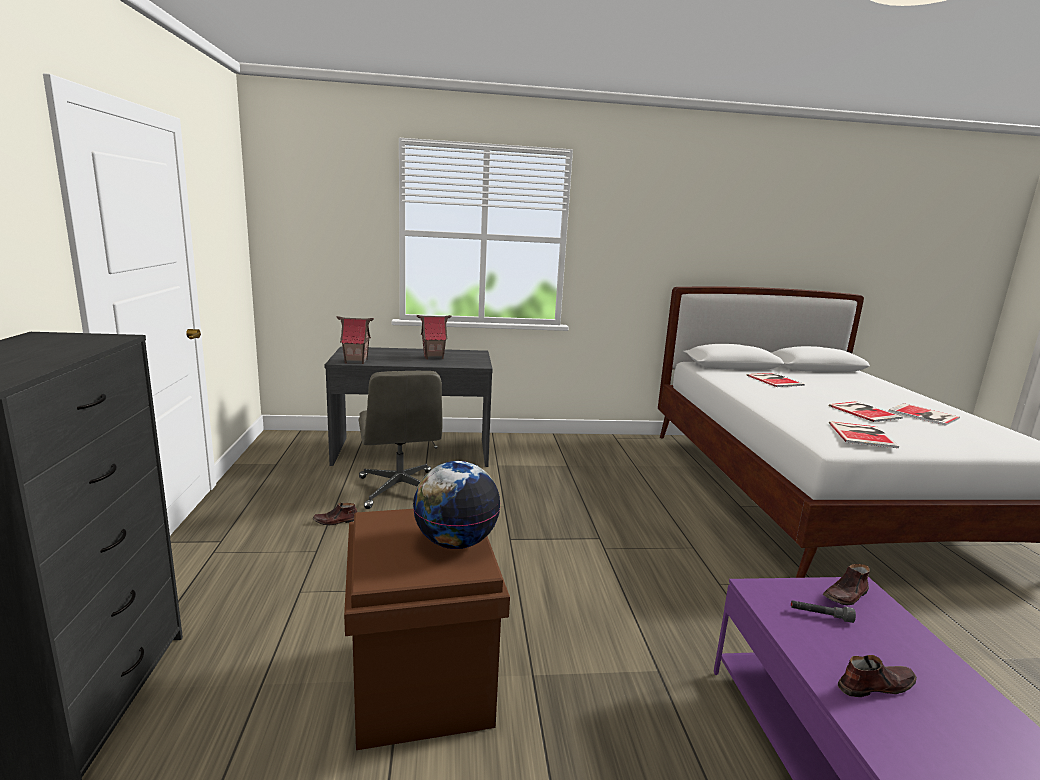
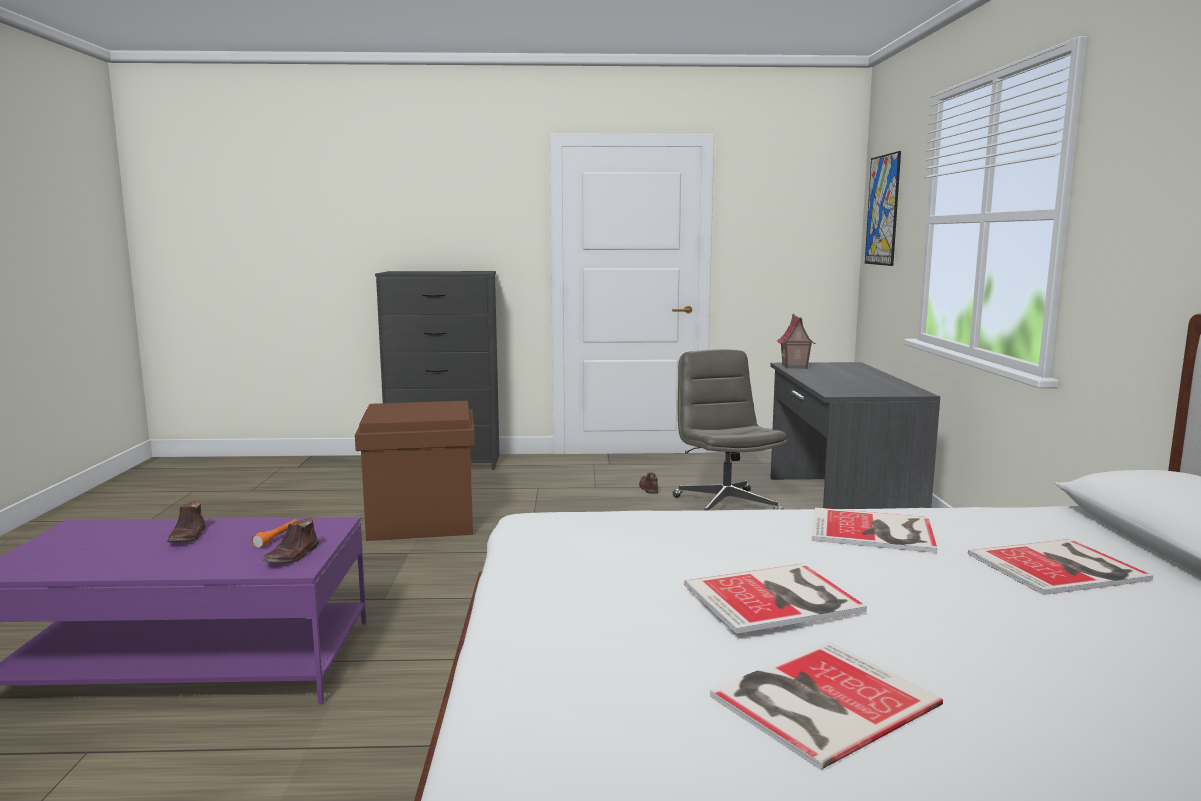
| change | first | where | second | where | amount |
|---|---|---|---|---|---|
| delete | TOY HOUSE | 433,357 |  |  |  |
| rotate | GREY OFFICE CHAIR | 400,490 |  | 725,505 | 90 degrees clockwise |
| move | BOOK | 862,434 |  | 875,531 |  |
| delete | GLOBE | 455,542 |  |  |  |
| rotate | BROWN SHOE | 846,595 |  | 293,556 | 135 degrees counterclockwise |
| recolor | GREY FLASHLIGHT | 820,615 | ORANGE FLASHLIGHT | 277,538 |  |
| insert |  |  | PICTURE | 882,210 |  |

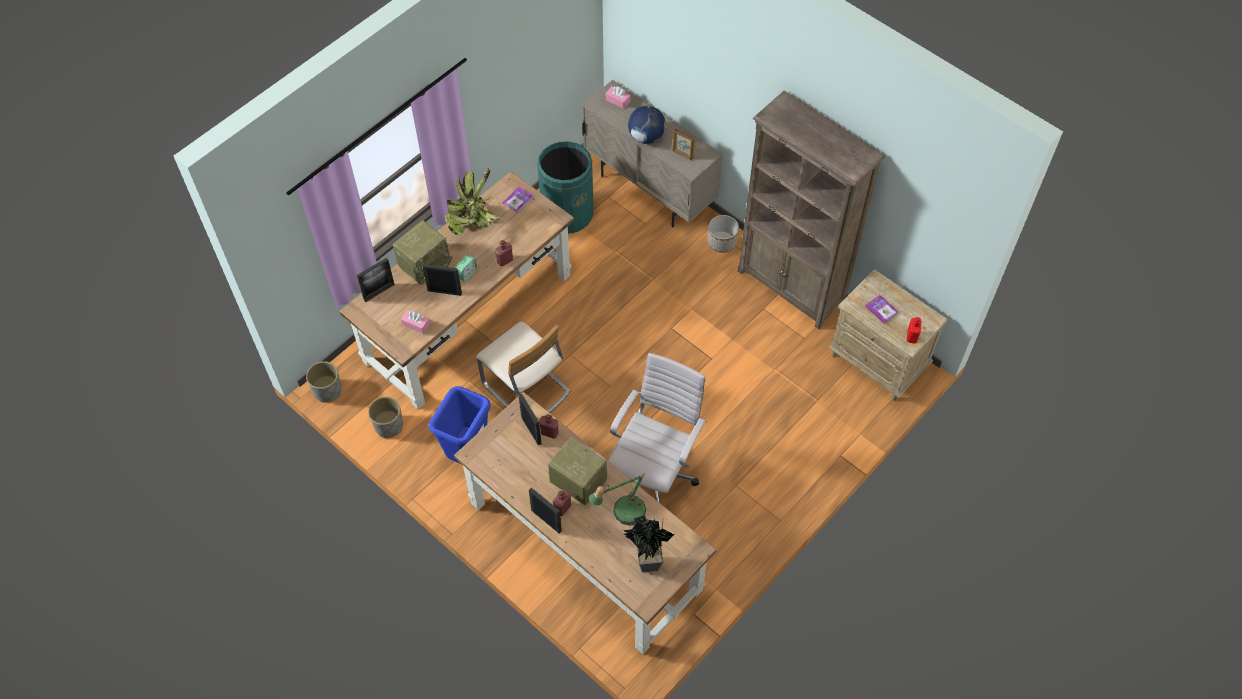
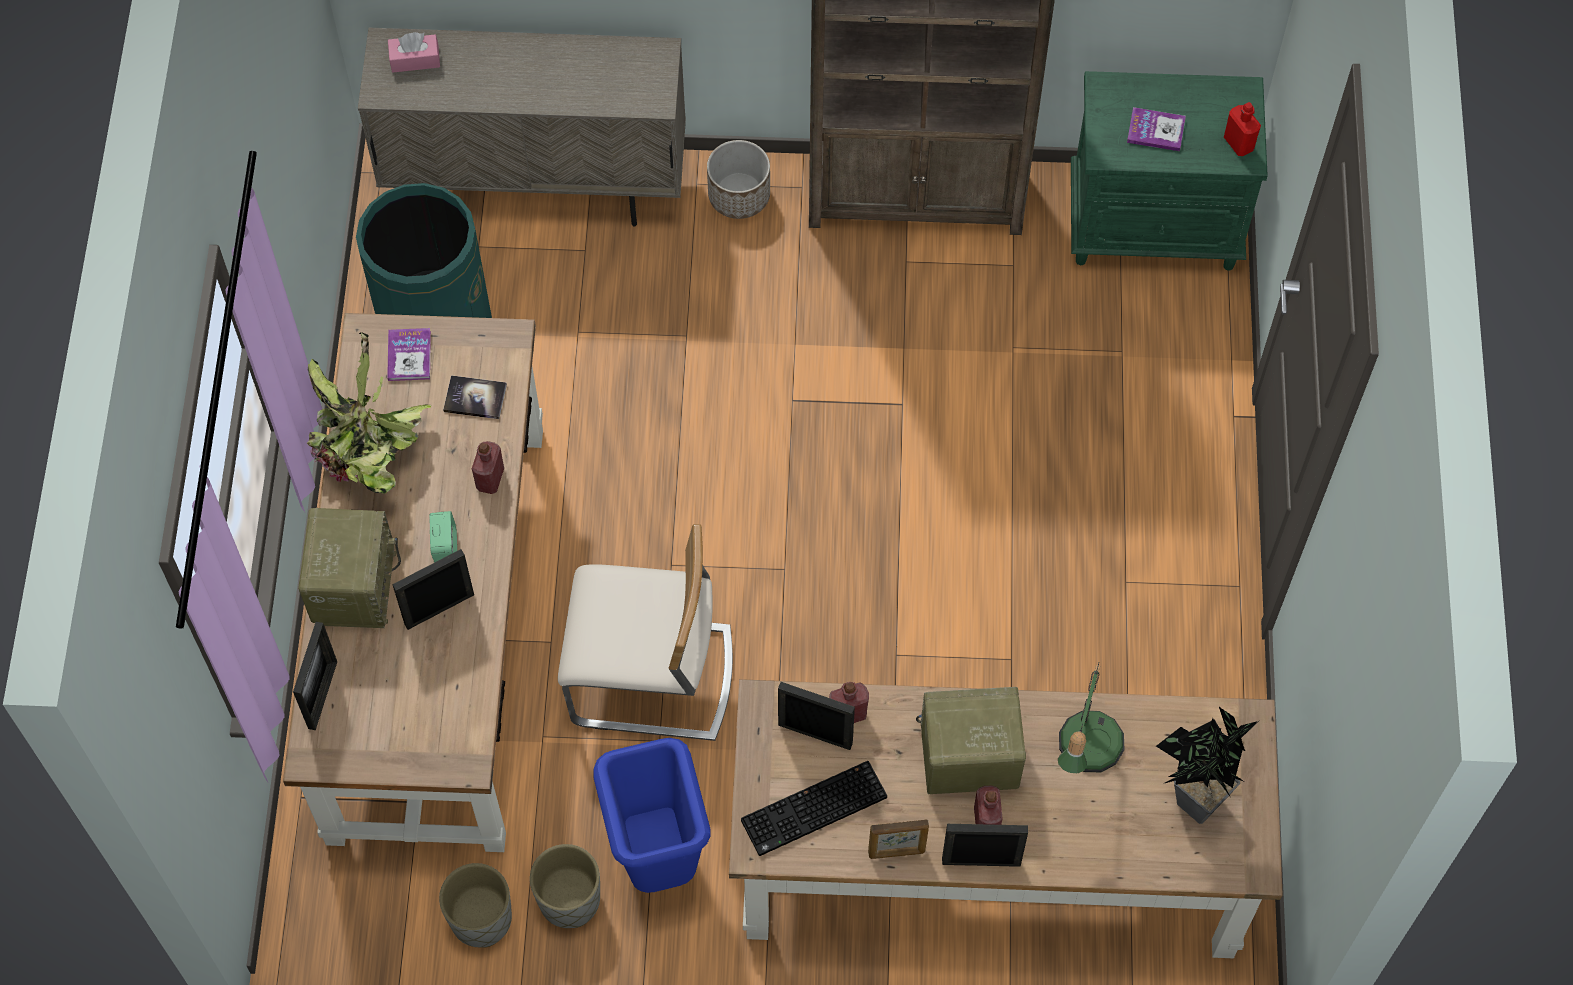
| change | first | where | second | where | amount |
|---|---|---|---|---|---|
| delete | GLOBE | 646,137 |  |  |  |
| move | PICTURE FRAME | 682,154 |  | 897,852 |  |
| recolor | BEIGE NIGHTSTAND | 878,362 | GREEN NIGHTSTAND | 1155,224 |  |
| delete | PINK TISSUE BOX | 416,324 |  |  |  |
| delete | WHITE OFFICE CHAIR | 654,474 |  |  |  |
| move | GREY PLANTER | 327,391 |  | 569,900 |  |
| insert |  |  | BOOK | 475,398 |  |
| insert |  |  | KEYBOARD | 813,812 |  |

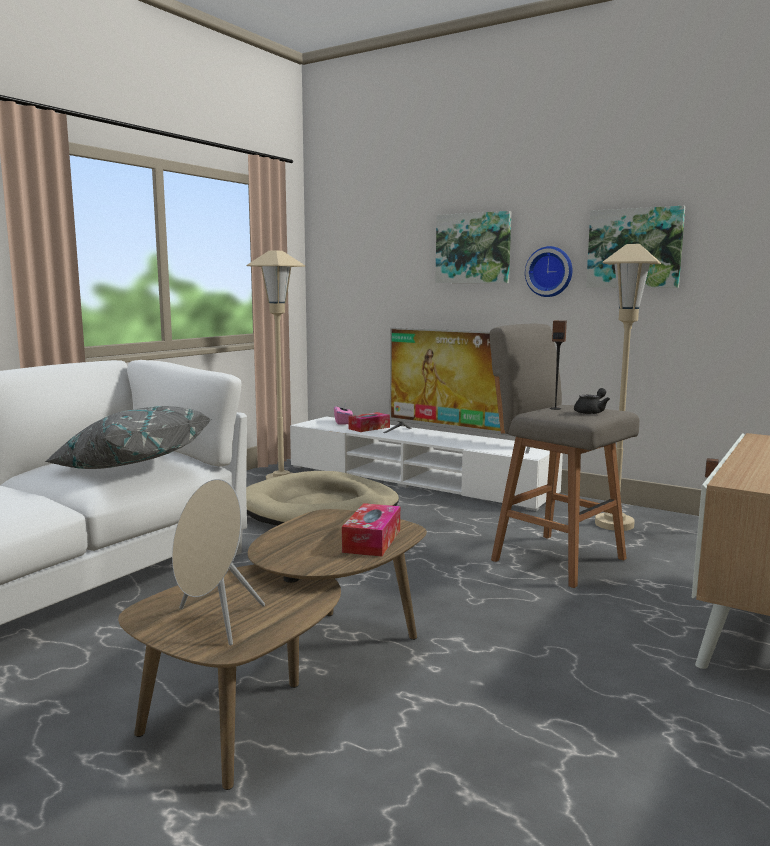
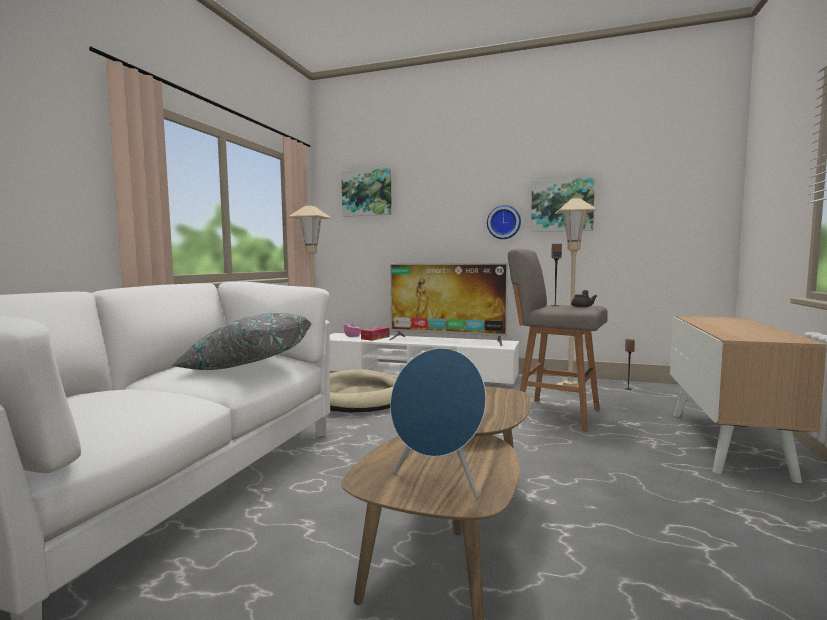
| change | first | where | second | where | amount |
|---|---|---|---|---|---|
| move | PICTURE | 473,248 |  | 367,193 |  |
| recolor | BEIGE SPEAKER | 215,623 | BLUE SPEAKER | 439,481 |  |
| delete | TISSUE BOX | 372,540 |  |  |  |

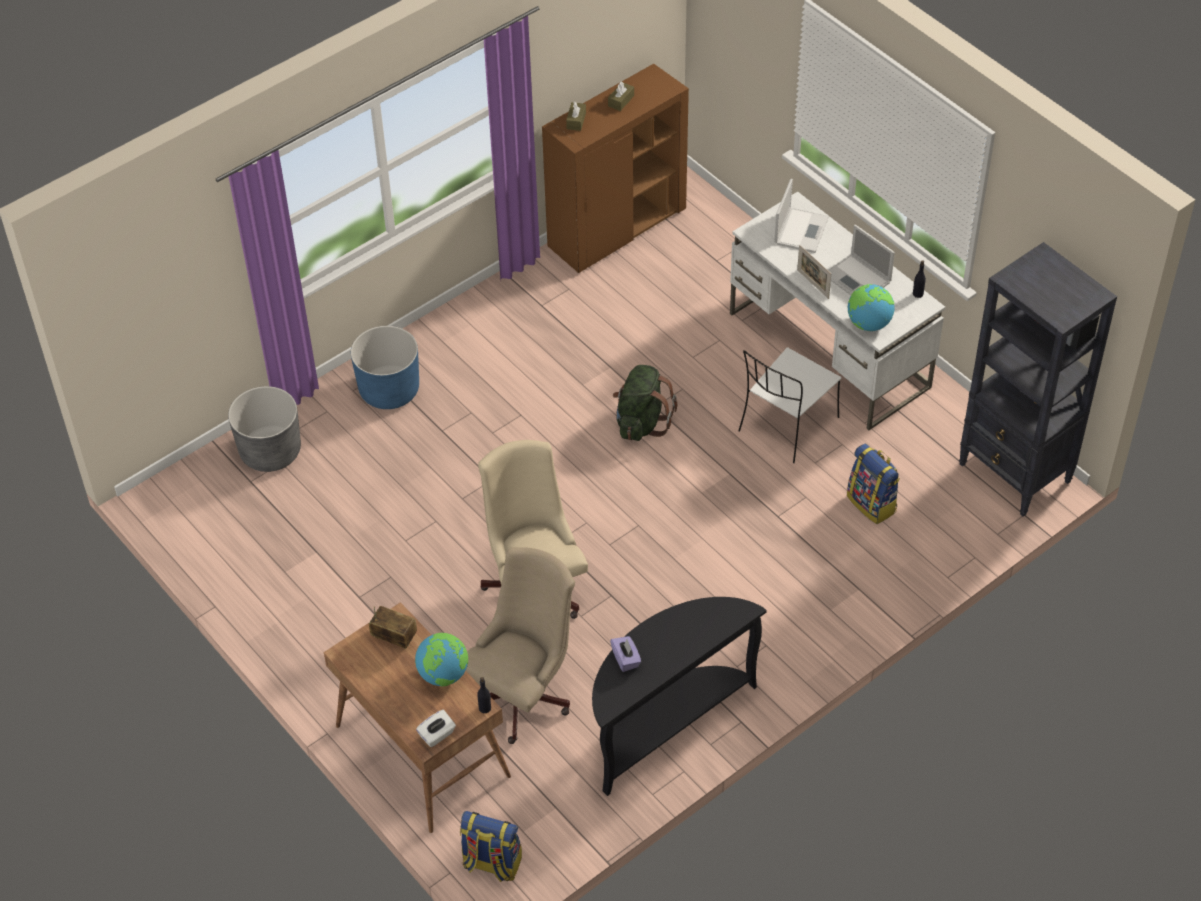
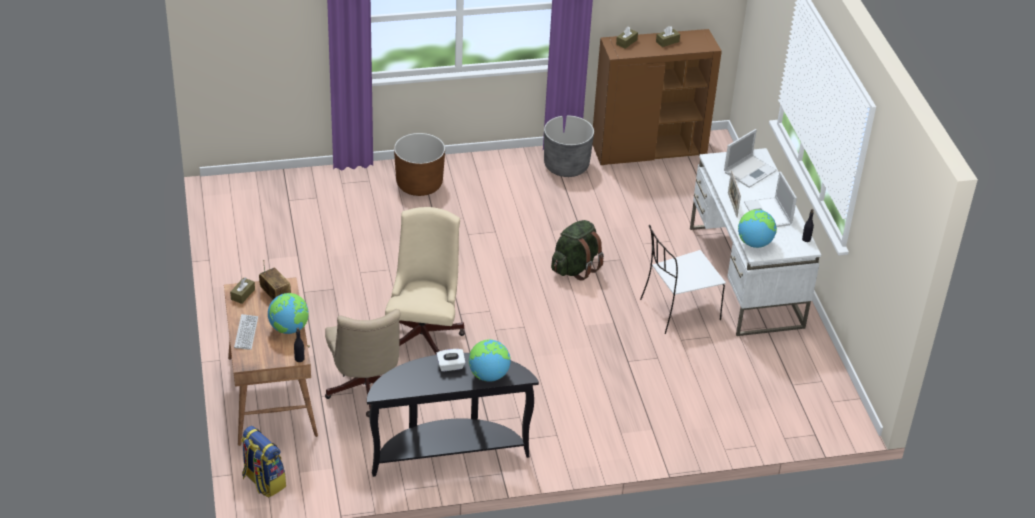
| change | first | where | second | where | amount |
|---|---|---|---|---|---|
| delete | BLACK BOOKCASE | 1015,474 |  |  |  |
| recolor | BLUE PLANTER | 389,390 | BROWN PLANTER | 419,184 |  |
| move | GREY PLANTER | 270,451 |  | 566,166 |  |
| delete | BACKPACK | 872,503 |  |  |  |
| rotate | BEIGE OFFICE CHAIR | 523,692 |  | 366,391 | 105 degrees clockwise |
| delete | PURPLE TISSUE BOX | 626,659 |  |  |  |
| move | WHITE TISSUE BOX | 437,735 |  | 450,366 |  |
| insert |  |  | BROWN TISSUE BOX | 243,294 |  |
| insert |  |  | KEYBOARD | 246,332 |  |
| insert |  |  | GLOBE | 488,375 |  |

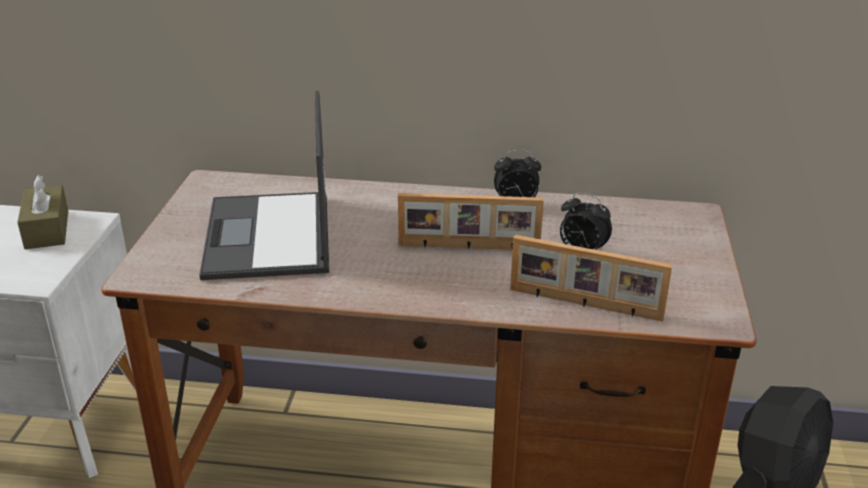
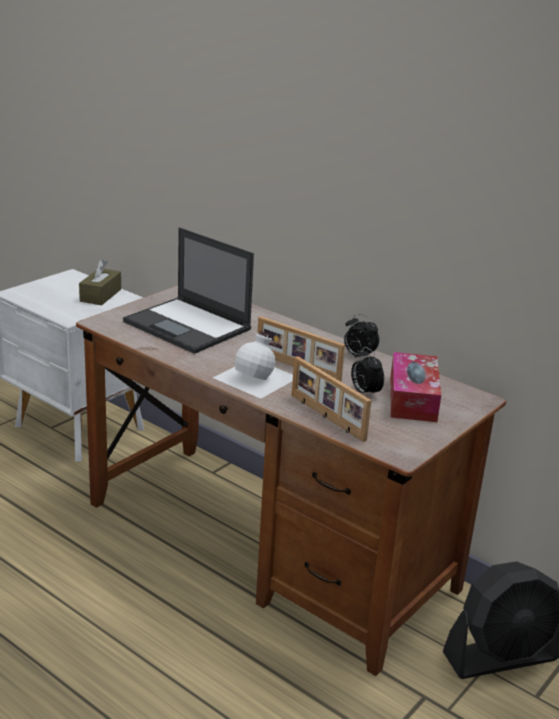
| change | first | where | second | where | amount |
|---|---|---|---|---|---|
| rotate | LAPTOP | 269,237 |  | 188,326 | 75 degrees counterclockwise |
| insert |  |  | WHITE BOTTLE | 257,377 |  |
| insert |  |  | TISSUE BOX | 412,398 |  |

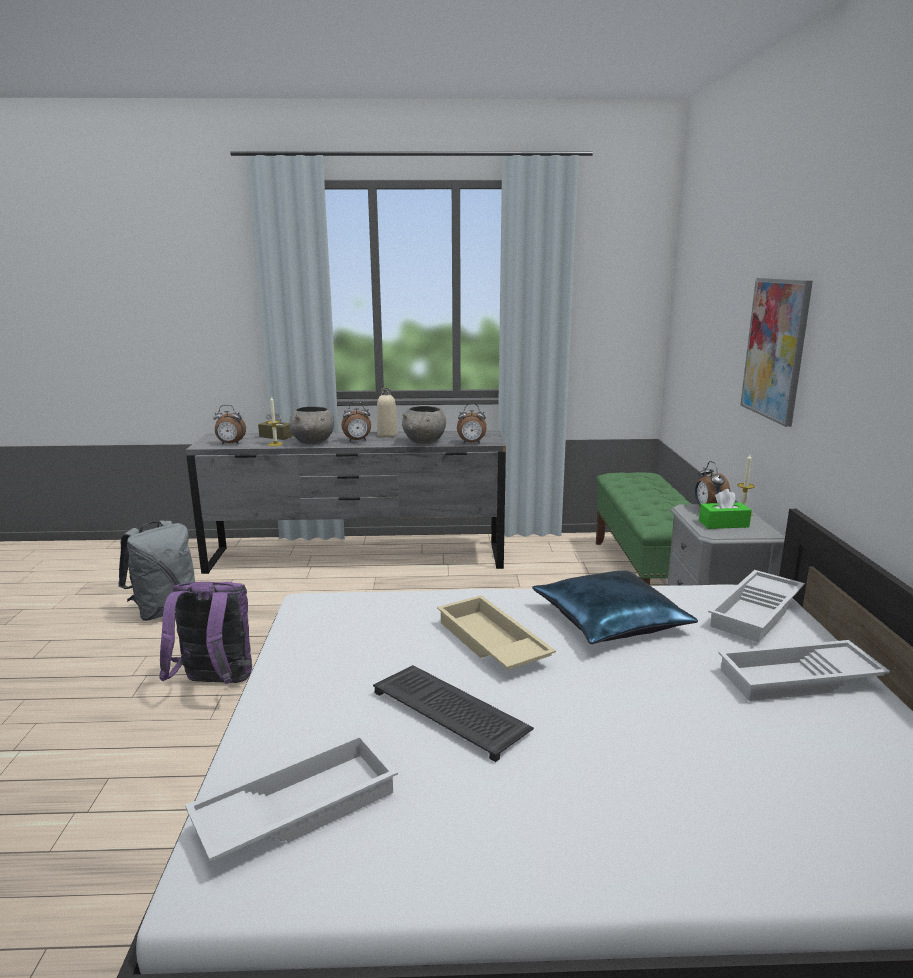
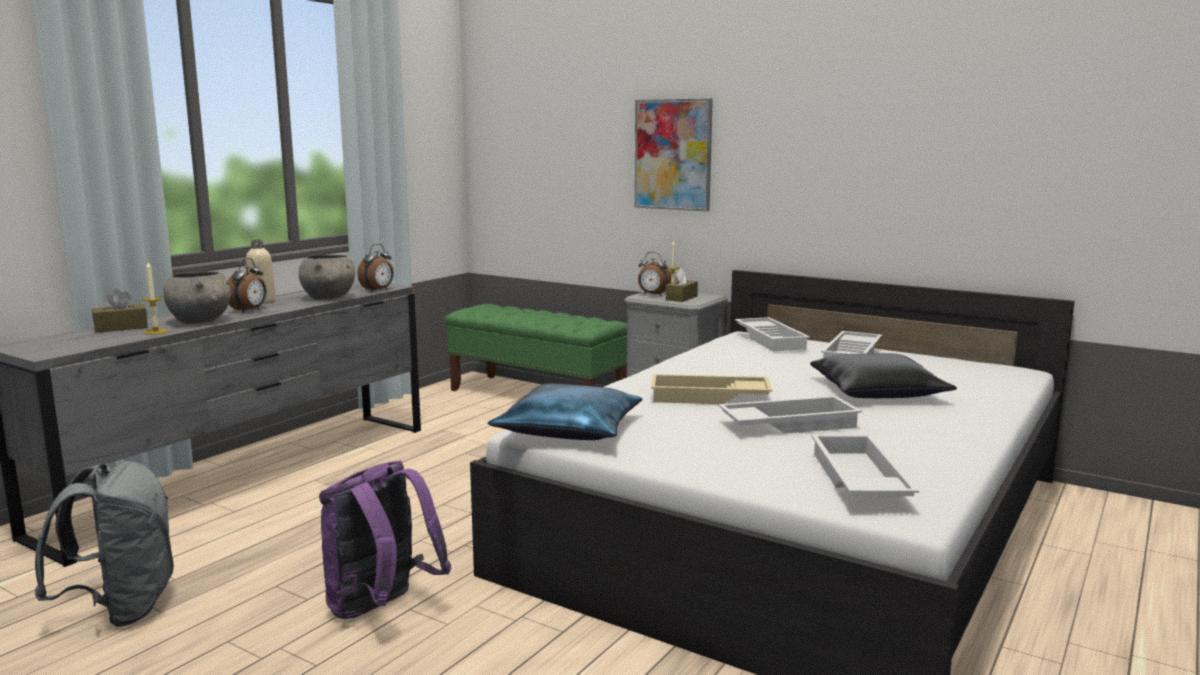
| change | first | where | second | where | amount |
|---|---|---|---|---|---|
| delete | ALARM CLOCK | 230,444 |  |  |  |
| recolor | GREEN TISSUE BOX | 723,524 | BROWN TISSUE BOX | 681,298 |  |
| move | BLUE PILLOW | 611,621 |  | 571,430 |  |
| replace | KEYBOARD | 452,711 | WHITE TRAY | 788,424 |  |
| insert |  |  | BLACK PILLOW | 877,392 |  |

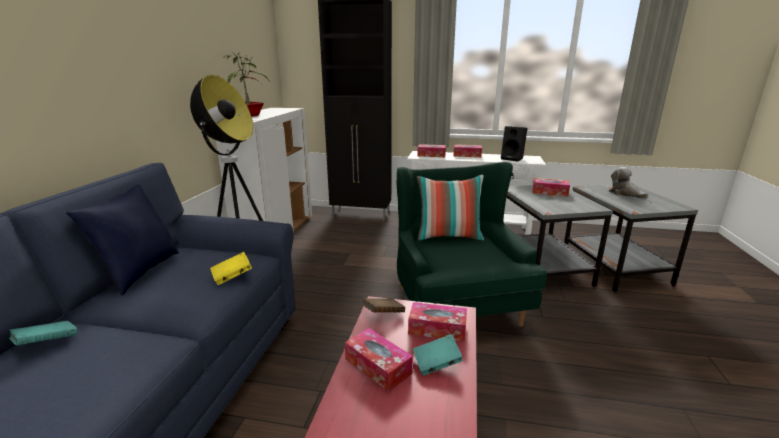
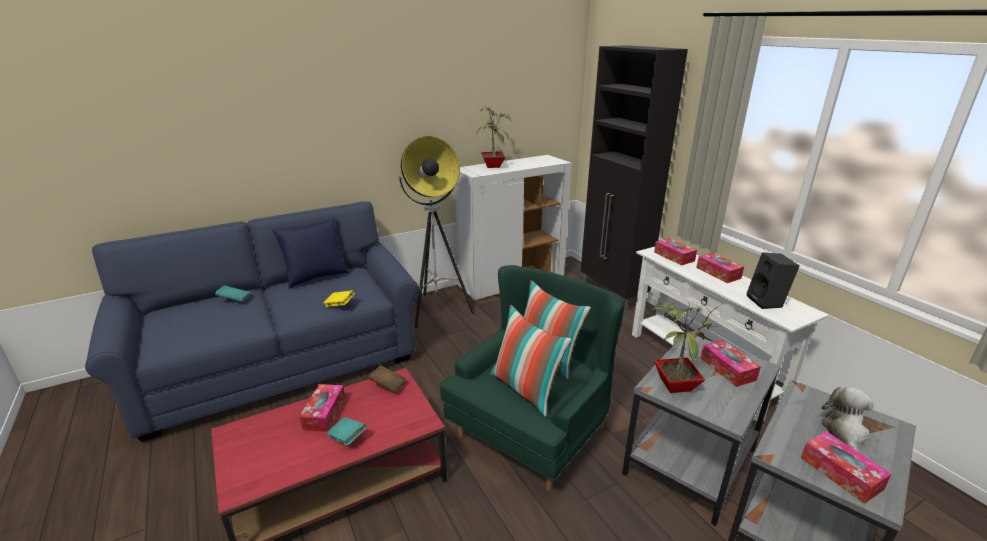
| change | first | where | second | where | amount |
|---|---|---|---|---|---|
| move | TISSUE BOX | 437,329 |  | 840,473 |  |
| insert |  |  | POTTED PLANT | 674,384 |  |
| insert |  |  | PILLOW | 526,389 |  |

